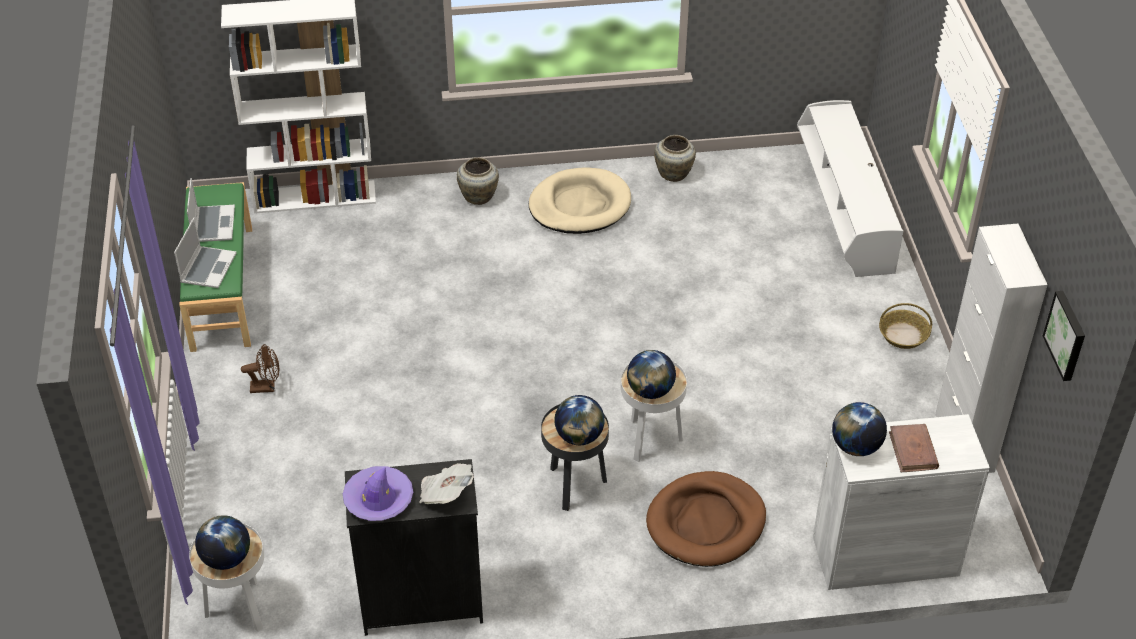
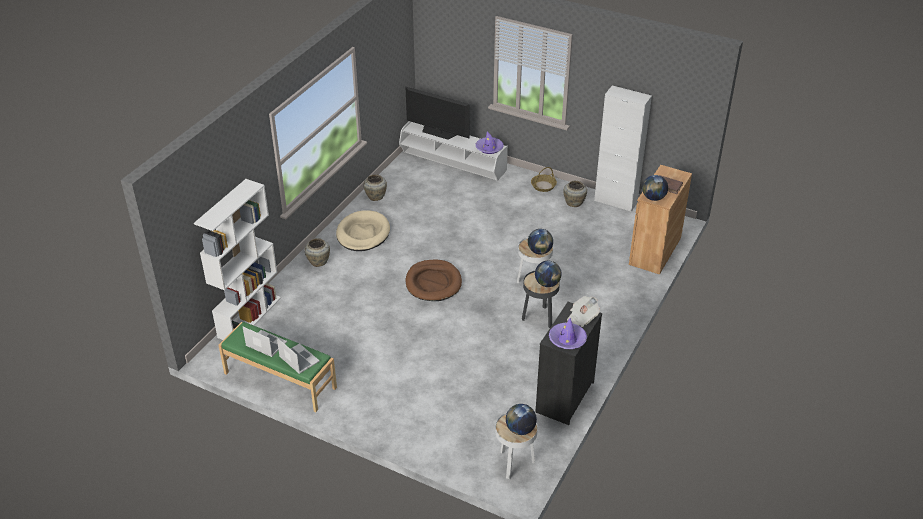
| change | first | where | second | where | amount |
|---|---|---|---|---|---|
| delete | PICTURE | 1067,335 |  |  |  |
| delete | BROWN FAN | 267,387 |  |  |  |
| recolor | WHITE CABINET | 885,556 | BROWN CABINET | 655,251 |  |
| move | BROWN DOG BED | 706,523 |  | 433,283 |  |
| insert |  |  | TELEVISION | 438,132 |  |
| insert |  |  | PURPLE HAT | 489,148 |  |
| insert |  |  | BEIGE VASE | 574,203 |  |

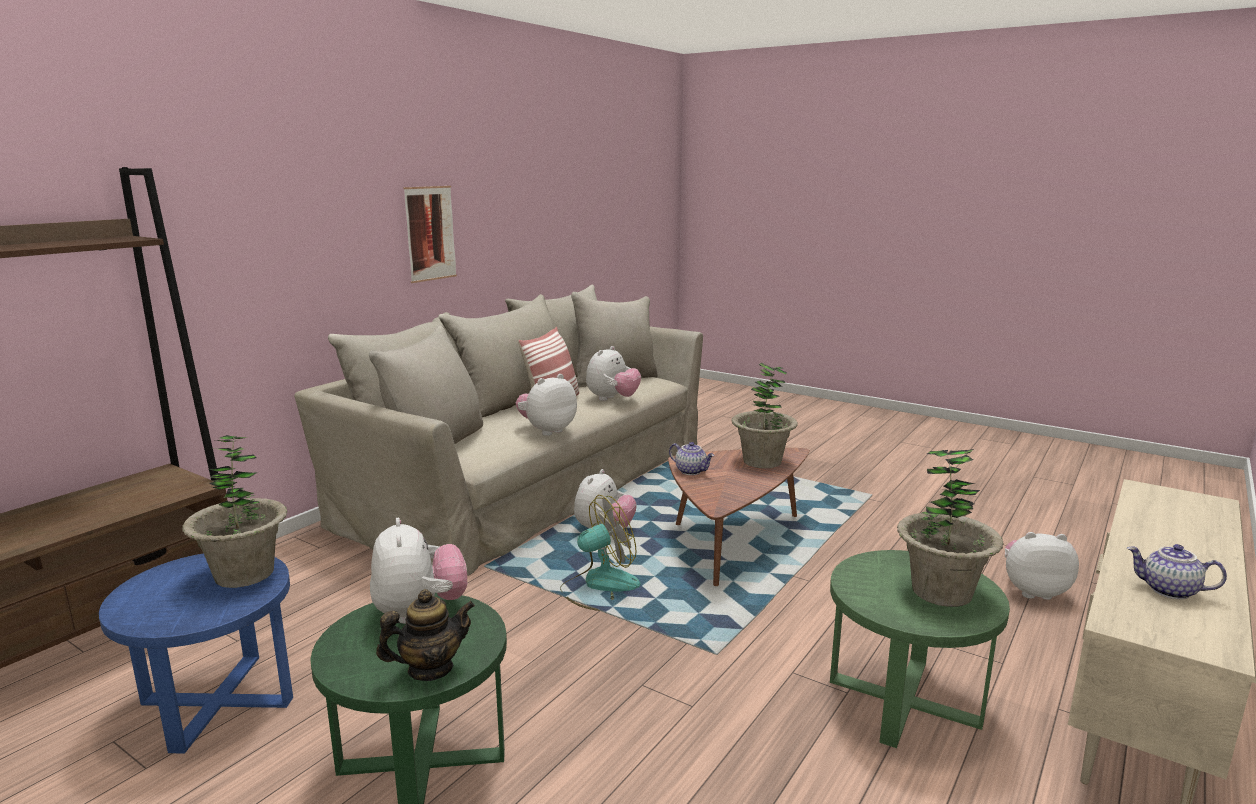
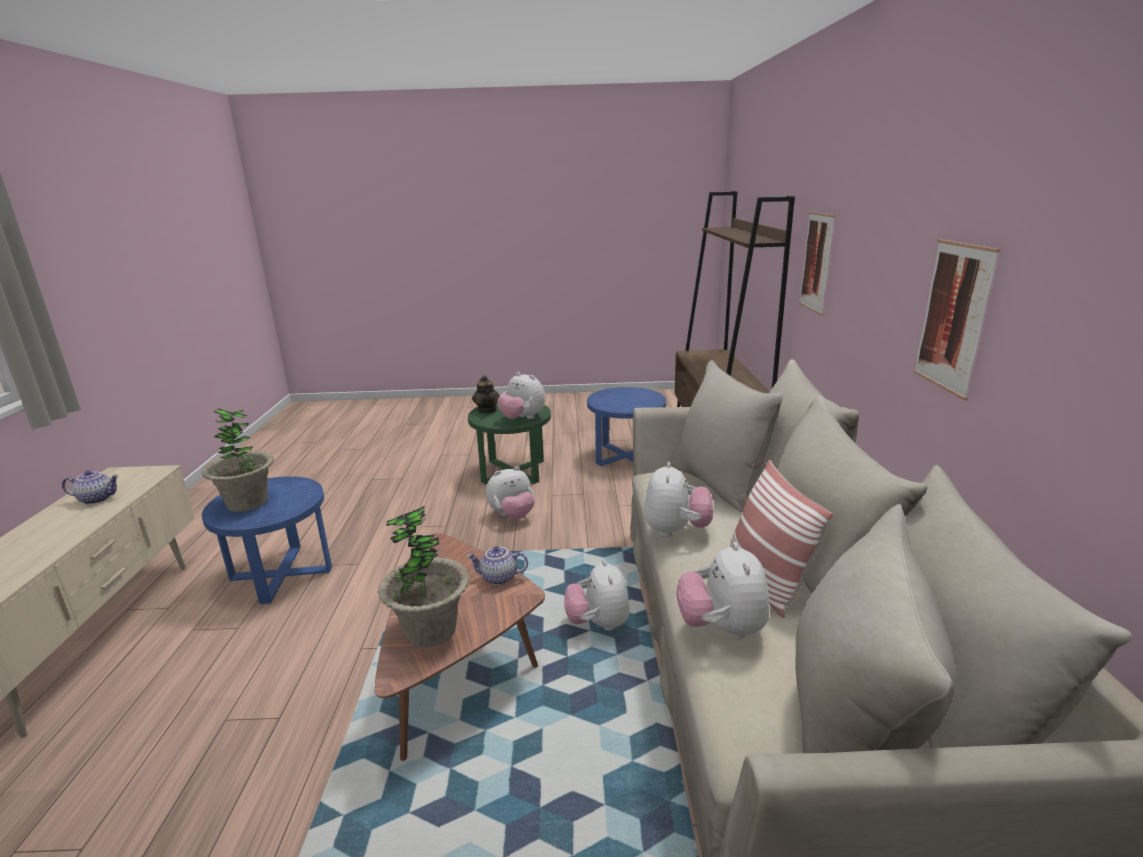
| change | first | where | second | where | amount |
|---|---|---|---|---|---|
| delete | POTTED PLANT | 244,574 |  |  |  |
| delete | FAN | 599,586 |  |  |  |
| move | PLUSH TOY | 1033,591 |  | 512,515 |  |
| recolor | GREEN SIDE TABLE | 904,700 | BLUE SIDE TABLE | 281,573 |  |
| rotate | TEAPOT | 430,669 |  | 487,410 | 45 degrees counterclockwise |
| insert |  |  | PICTURE | 817,262 |  |

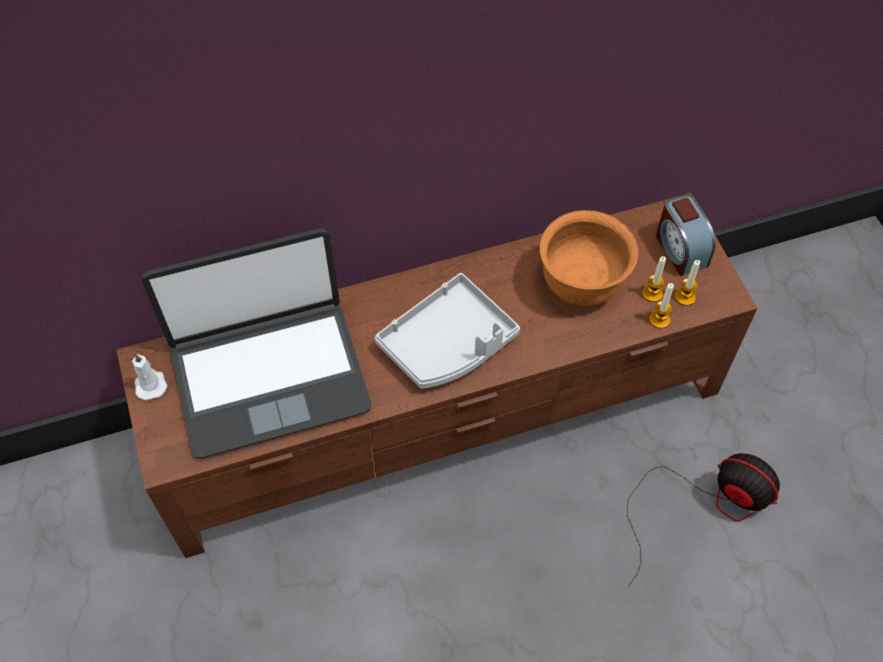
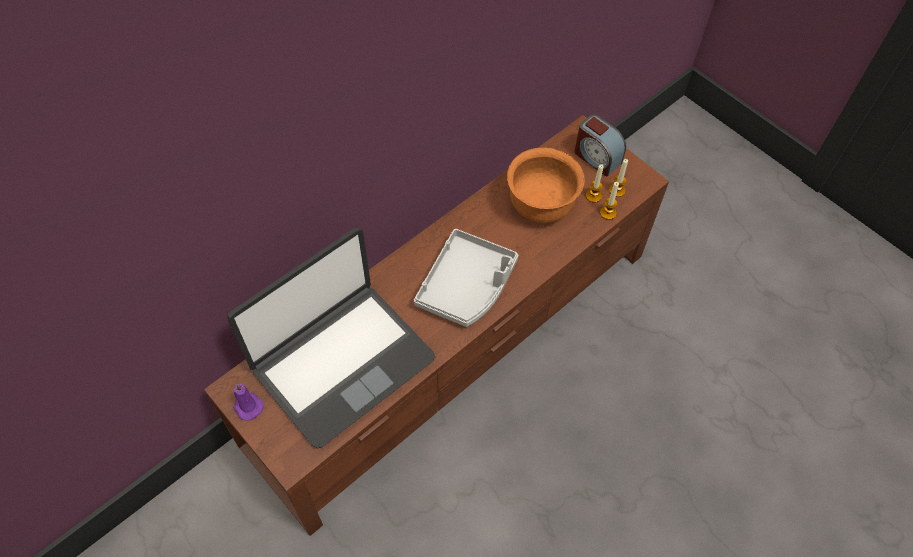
| change | first | where | second | where | amount |
|---|---|---|---|---|---|
| recolor | WHITE CANDLE | 150,384 | PURPLE CANDLE | 247,405 |  |
| delete | FAN | 706,504 |  |  |  |

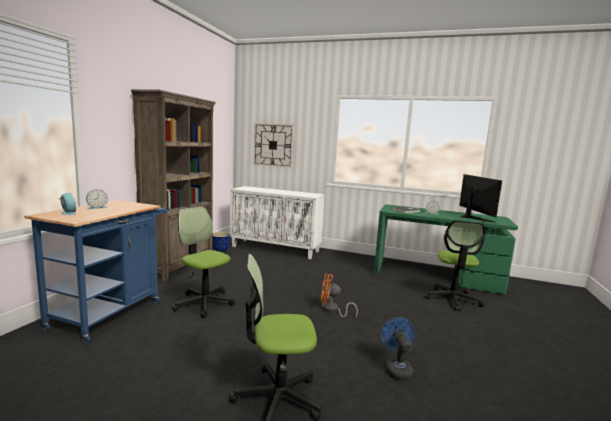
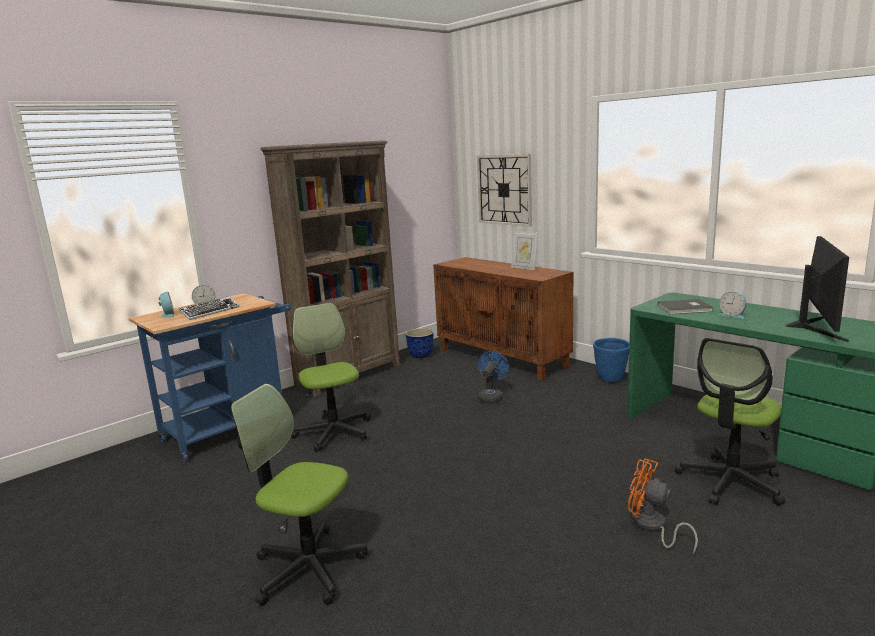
| change | first | where | second | where | amount |
|---|---|---|---|---|---|
| recolor | WHITE CABINET | 276,249 | BROWN CABINET | 503,358 |  |
| move | ORANGE FAN | 332,309 |  | 652,527 |  |
| move | BLUE FAN | 397,369 |  | 491,397 |  |
| insert |  |  | PICTURE FRAME | 524,268 |  |
| insert |  |  | KEYBOARD | 210,312 |  |
| insert |  |  | BLUE PLANTER | 611,379 |  |

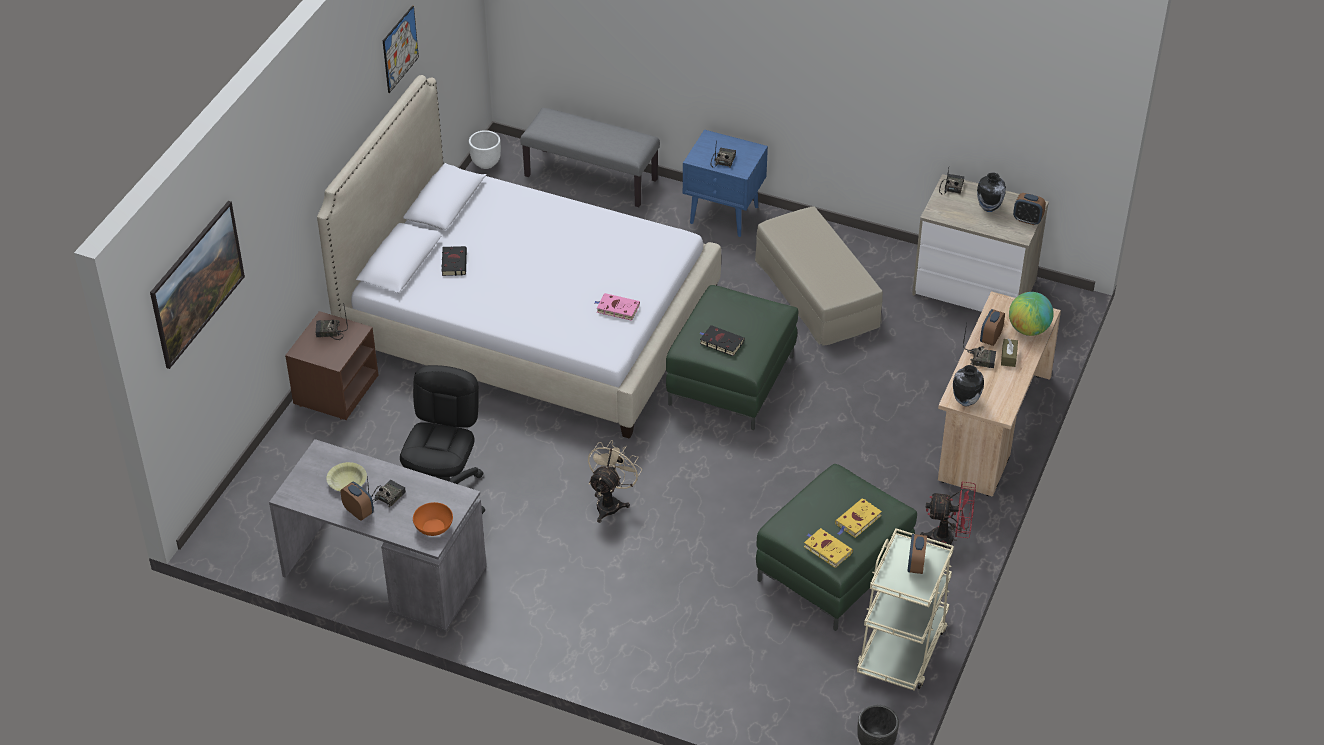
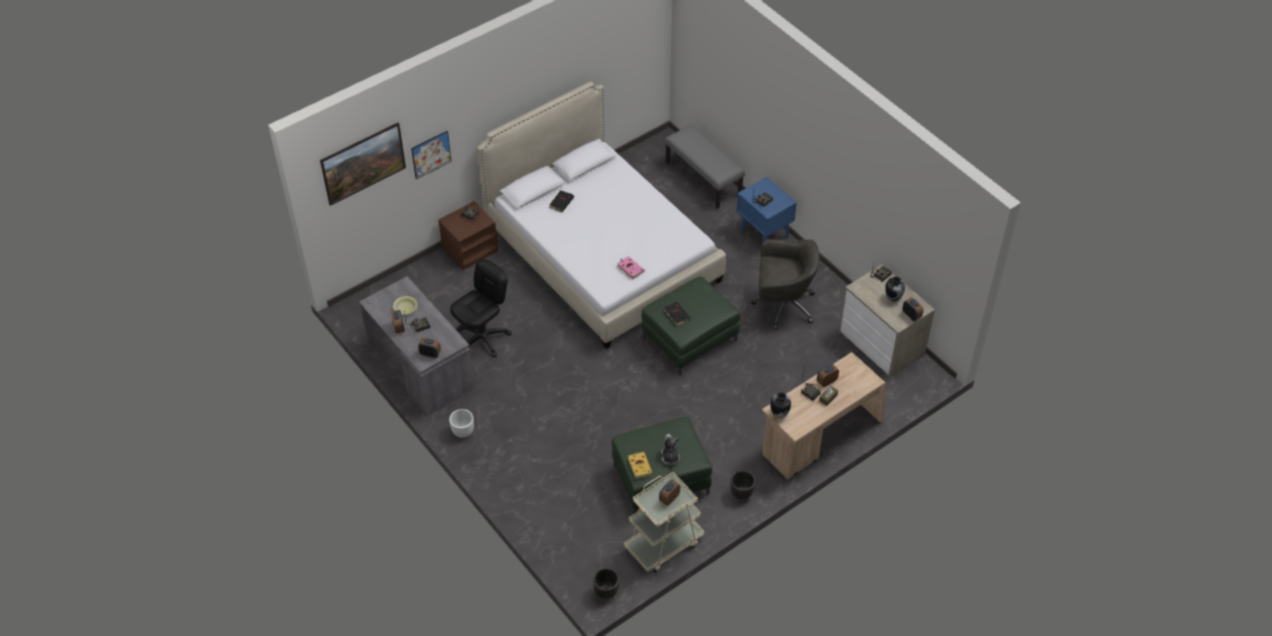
| change | first | where | second | where | amount |
|---|---|---|---|---|---|
| move | PICTURE | 400,49 |  | 431,154 |  |
| move | WHITE PLANTER | 486,163 |  | 463,432 |  |
| replace | BEIGE OTTOMAN | 817,291 | GREY OFFICE CHAIR | 782,306 |  |
| delete | GLOBE | 1028,329 |  |  |  |
| delete | BEIGE FAN | 611,503 |  |  |  |
| replace | RED FAN | 949,539 | BLACK PLANTER | 741,493 |  |
| replace | YELLOW BOOK | 857,521 | PLUSH TOY | 670,457 |  |
| replace | ORANGE BOWL | 434,527 | ALARM CLOCK | 430,354 |  |

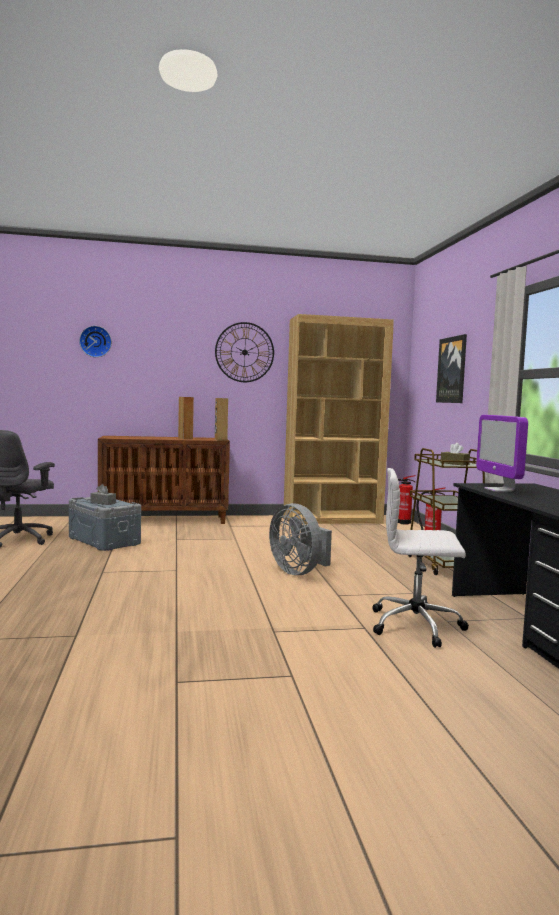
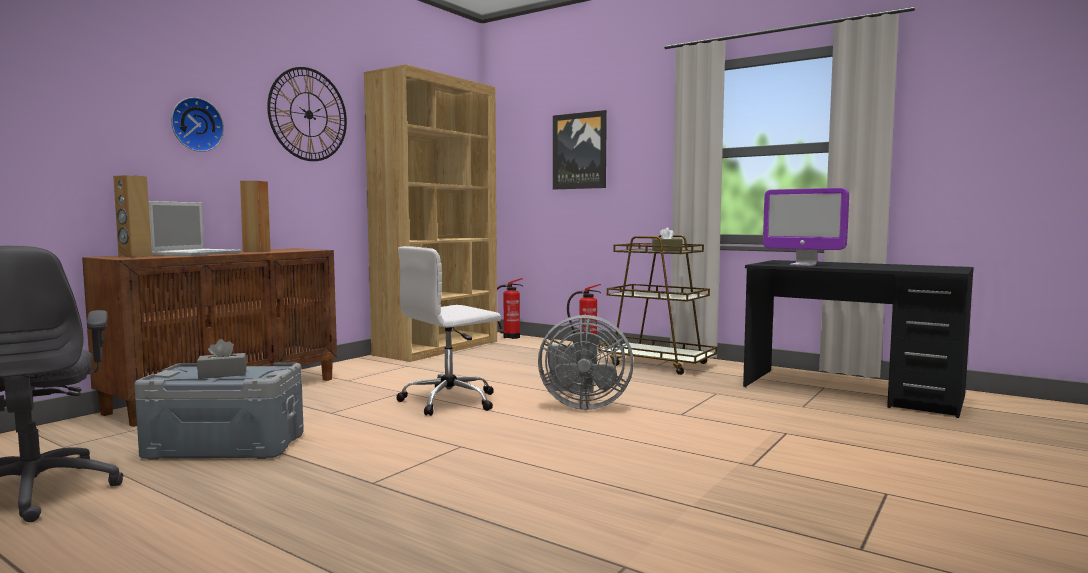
| change | first | where | second | where | amount |
|---|---|---|---|---|---|
| move | WALL CLOCK | 95,341 |  | 195,125 |  |
| move | BROWN SPEAKER | 220,439 |  | 134,256 |  |
| move | WHITE OFFICE CHAIR | 417,625 |  | 451,401 |  |
| insert |  |  | LAPTOP | 197,253 |  |

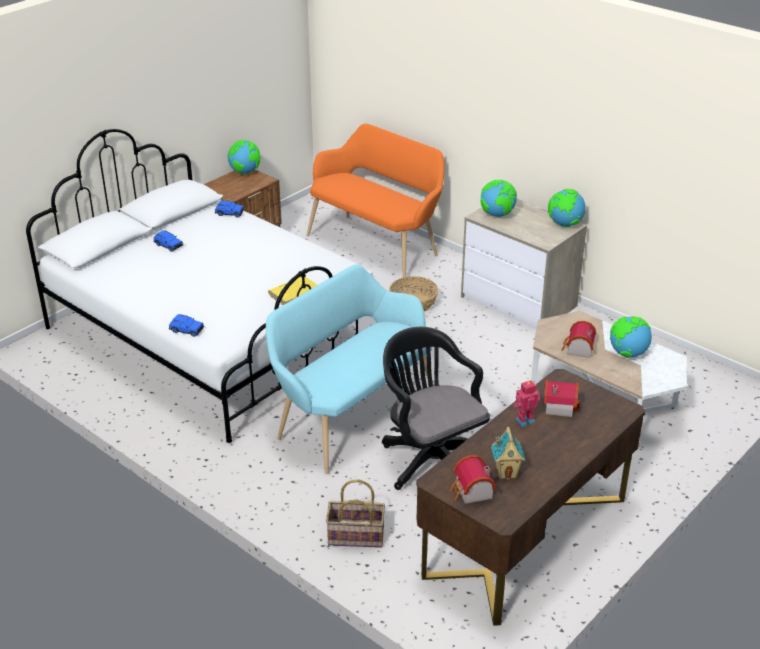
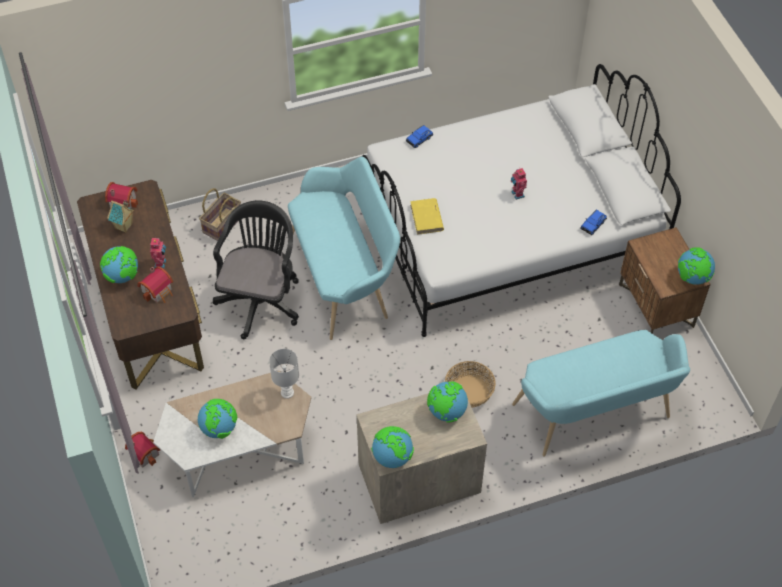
| change | first | where | second | where | amount |
|---|---|---|---|---|---|
| recolor | ORANGE BENCH | 377,244 | TURQUOISE BENCH | 595,416 |  |
| delete | BLUE TOY CAR | 168,245 |  |  |  |
| move | TOY HOUSE | 578,350 |  | 145,453 |  |
| rotate | BLACK OFFICE CHAIR | 431,459 |  | 261,299 | 75 degrees counterclockwise |
| insert |  |  | TOY ROBOT | 517,194 |  |
| insert |  |  | GLOBE | 123,276 |  |
| insert |  |  | WHITE TABLE LAMP | 288,392 |  |

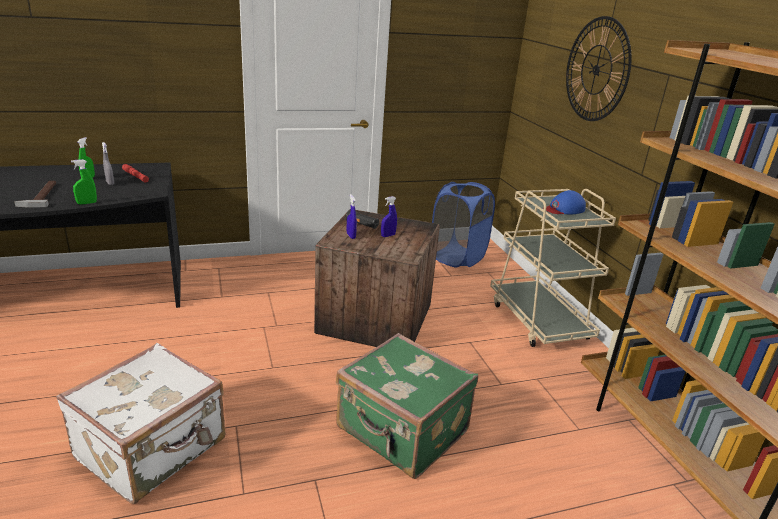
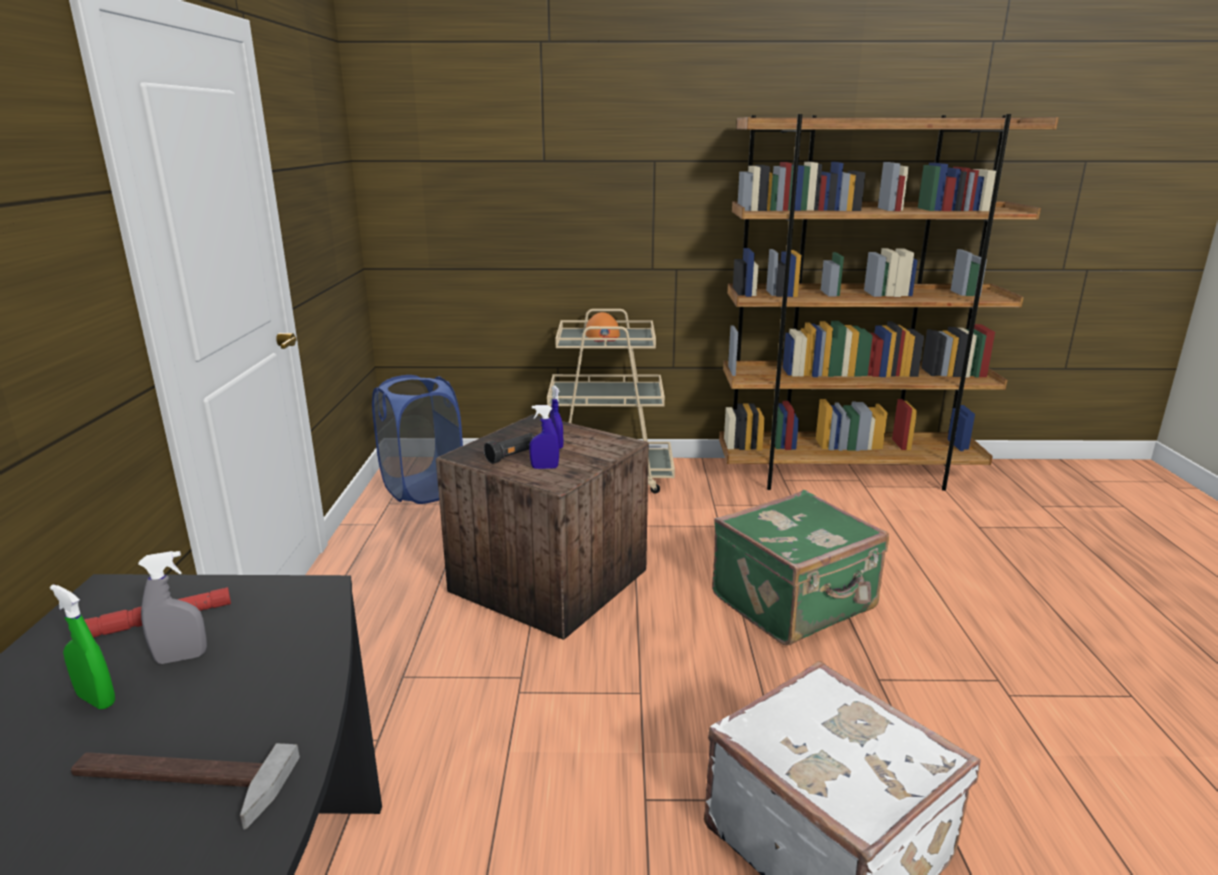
| change | first | where | second | where | amount |
|---|---|---|---|---|---|
| delete | WALL CLOCK | 596,70 |  |  |  |
| delete | GREEN SPRAY BOTTLE | 87,203 |  |  |  |
| recolor | BLUE CAP | 564,209 | ORANGE CAP | 603,336 |  |

